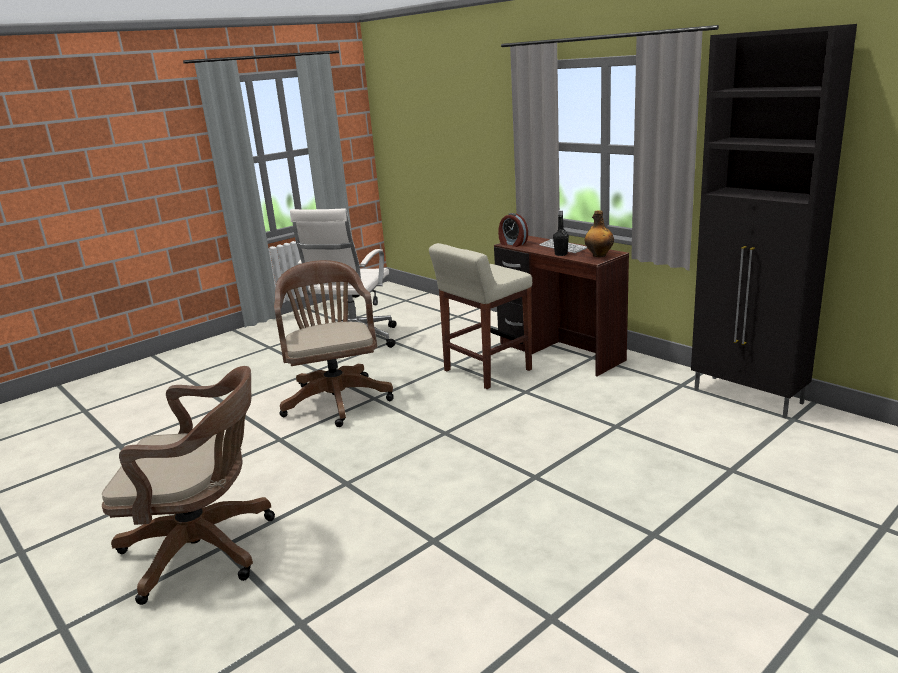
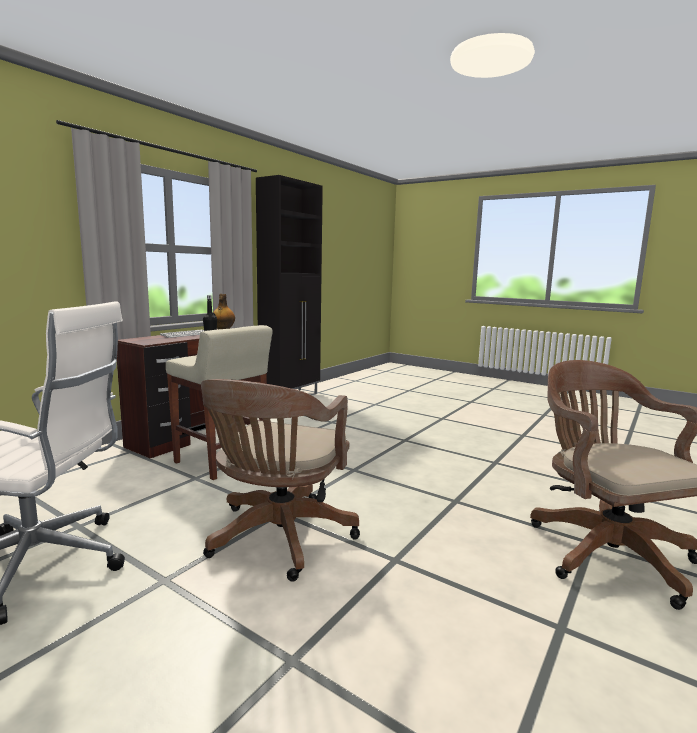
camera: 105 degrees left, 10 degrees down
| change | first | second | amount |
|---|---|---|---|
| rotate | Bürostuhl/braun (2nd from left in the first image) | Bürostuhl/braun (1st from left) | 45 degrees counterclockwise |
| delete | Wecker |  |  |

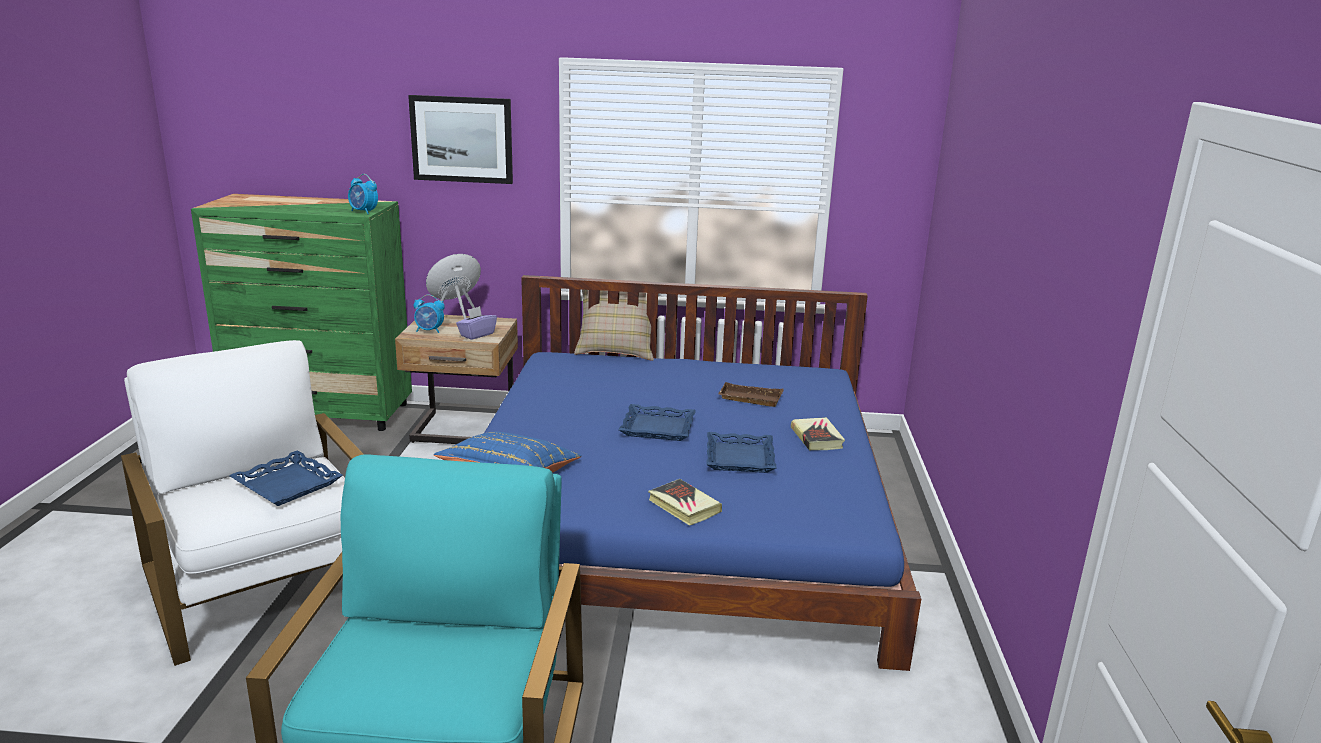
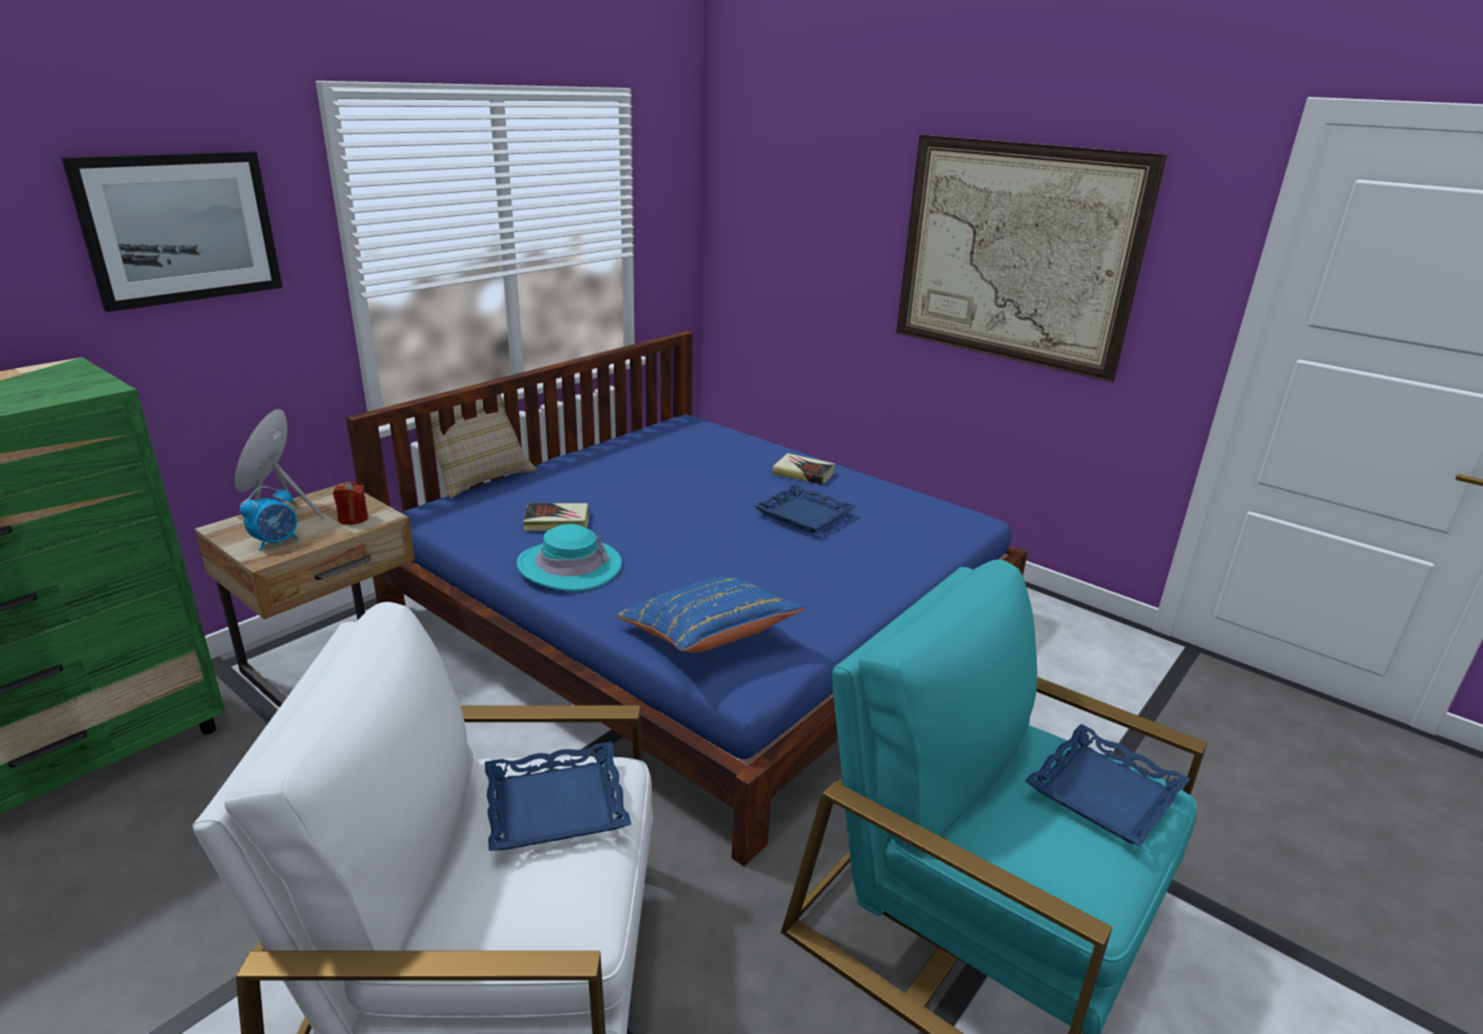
camera: 55 degrees left, 5 degrees up
| change | first | second | amount |
|---|---|---|---|
| delete | Wecker (1st from left) |  |  |
| replace | Taschentuchbox/lila | Kerze/rot |  |
| move | Tablett/blau (2nd from left in the first image) | Tablett/blau (3rd from left) |  |
| move | Buch (1st from left) |  |  |
| delete | Tablett/braun |  |  |
| insert |  | Hut/türkis |  |
| insert |  | Bild (2nd from left) |  |

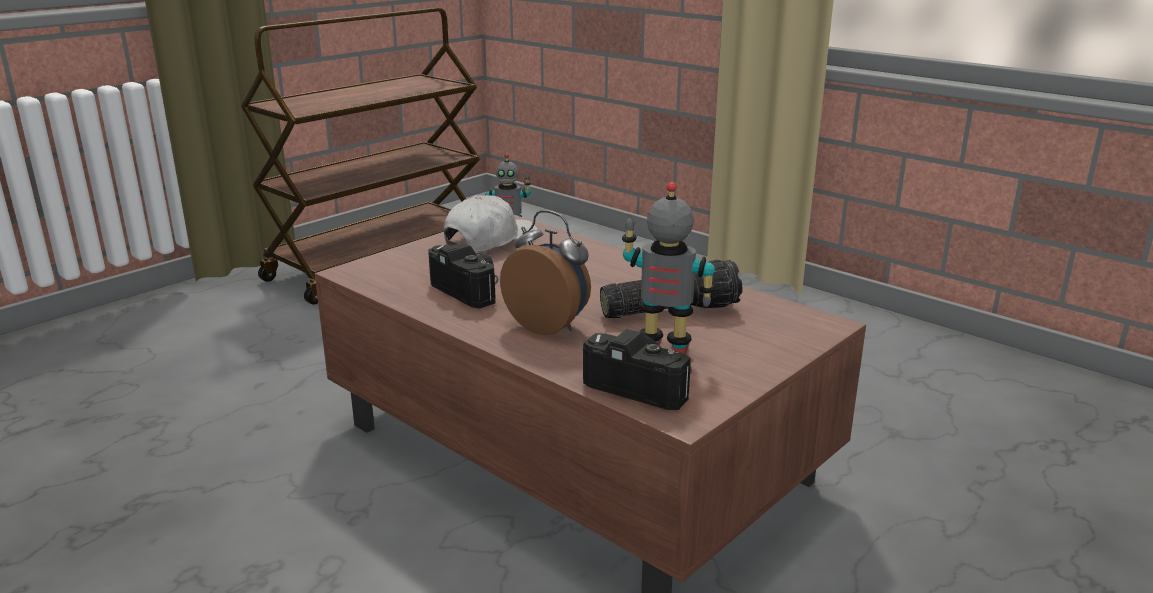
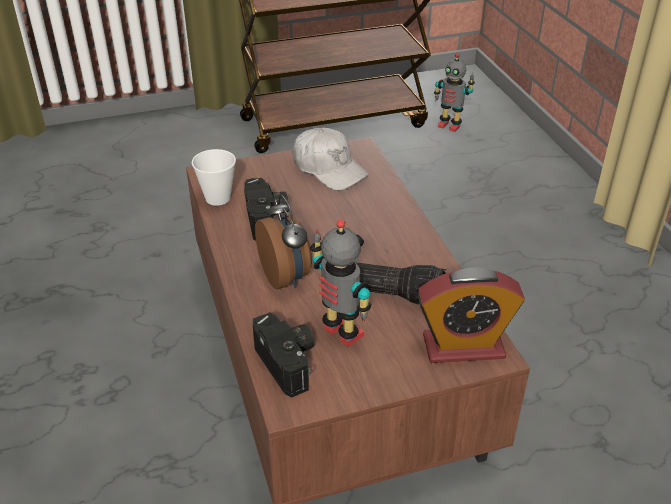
camera: 30 degrees right, 15 degrees up
| change | first | second | amount |
|---|---|---|---|
| rotate | Kappe/weiß |  | 60 degrees clockwise |
| insert |  | Tasse |  |
| insert |  | Wecker (2nd from left) |  |

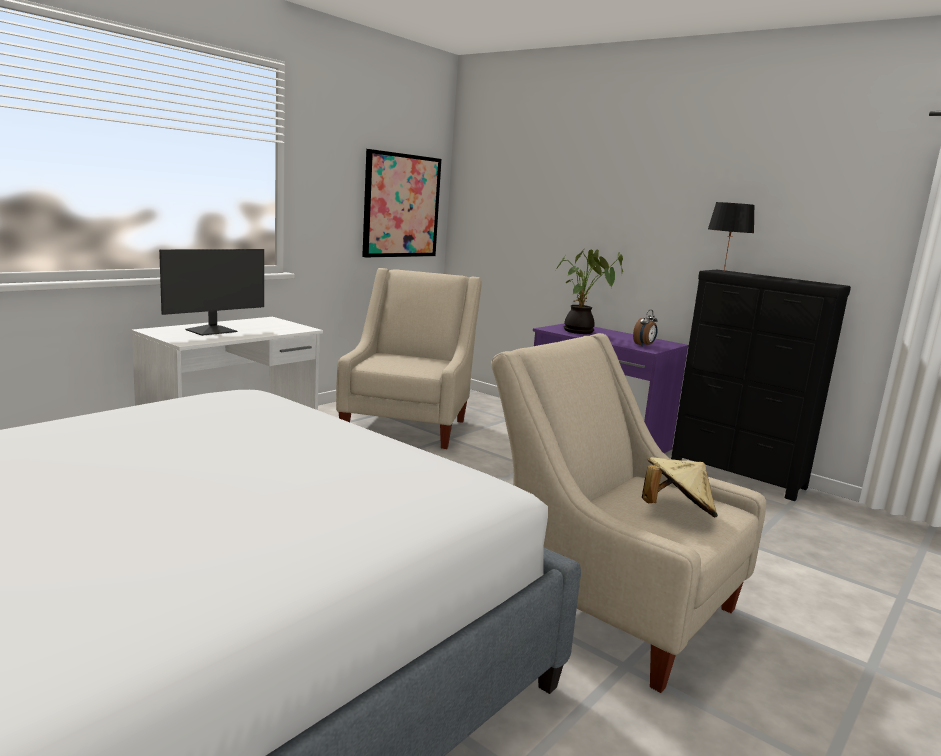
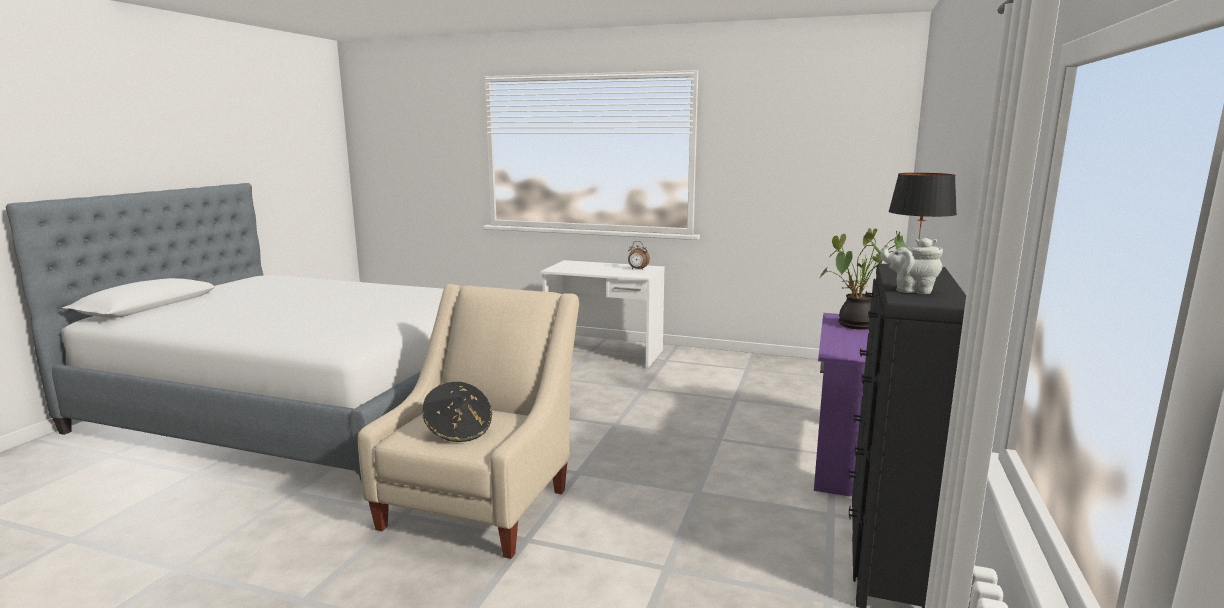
camera: 70 degrees right, 0 degrees up
| change | first | second | amount |
|---|---|---|---|
| delete | Monitor |  |  |
| delete | Sessel/beige (1st from left) |  |  |
| delete | Bild |  |  |
| move | Wecker |  |  |
| recolor | Hut/beige | Hut/schwarz |  |
| insert |  | Teekanne/grau |  |

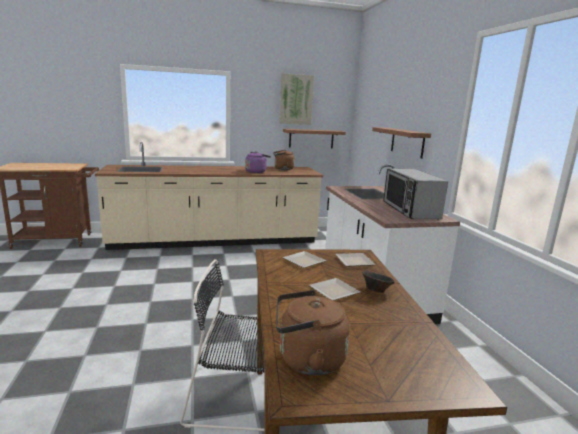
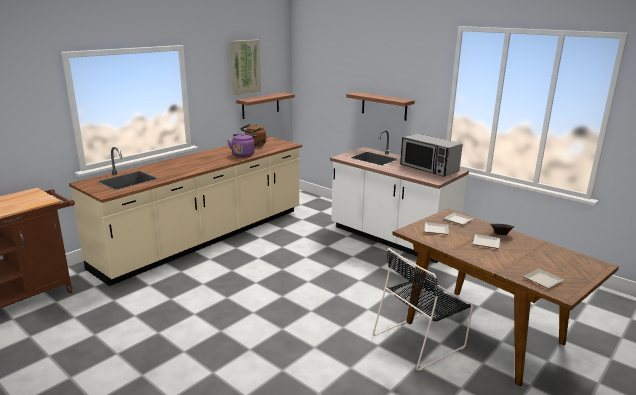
camera: 35 degrees left, 5 degrees up
| change | first | second | amount |
|---|---|---|---|
| replace | Wasserkessel/braun (2nd from left) | Teller (4th from left) |  |

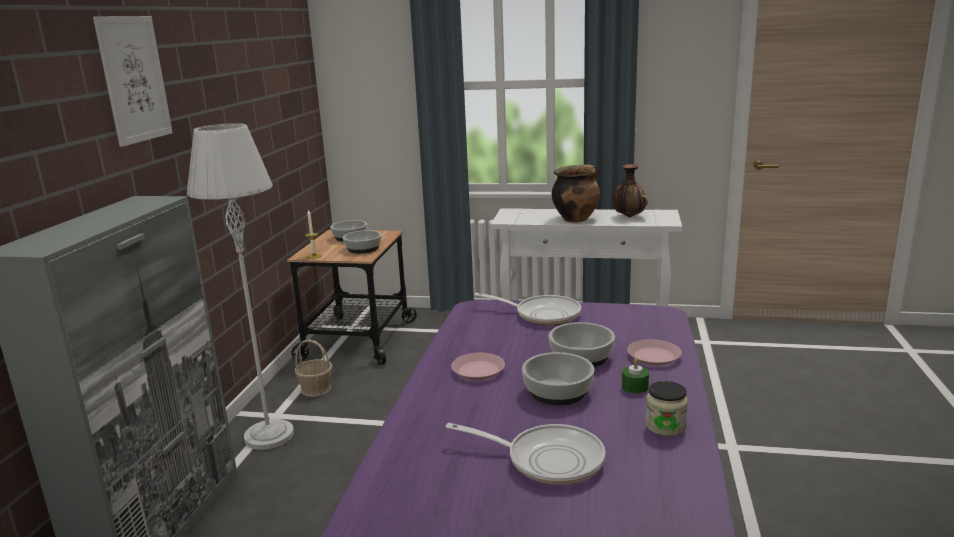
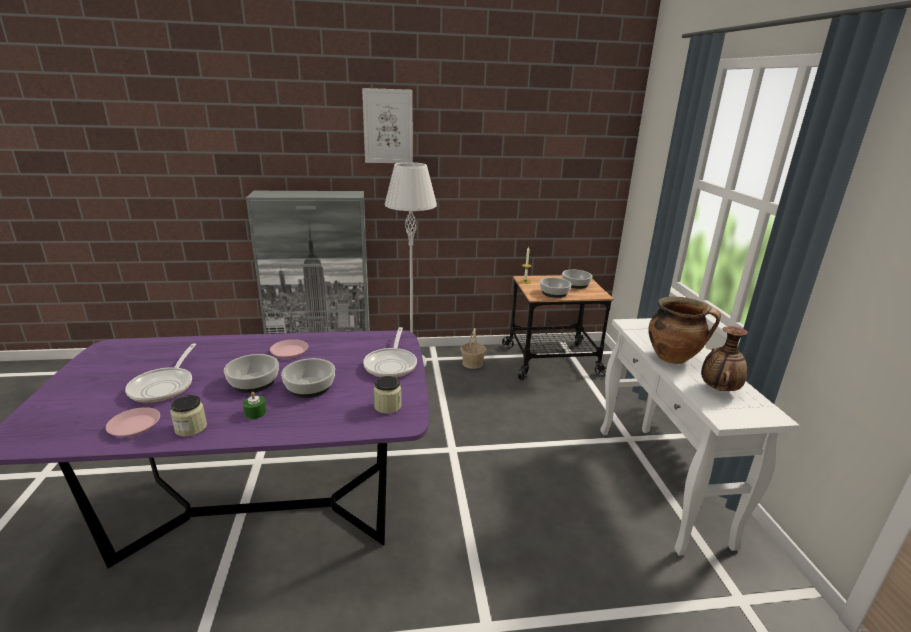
camera: 70 degrees right, 5 degrees up
| change | first | second | amount |
|---|---|---|---|
| move | Teller/rosa (2nd from left in the first image) | Teller/rosa (1st from left) |  |
| insert |  | Vorratsglas (2nd from left) |  |

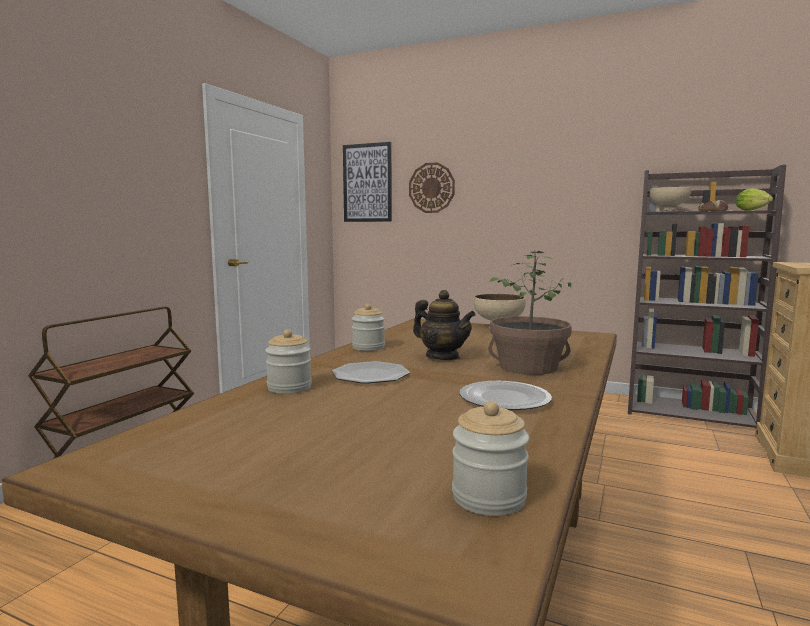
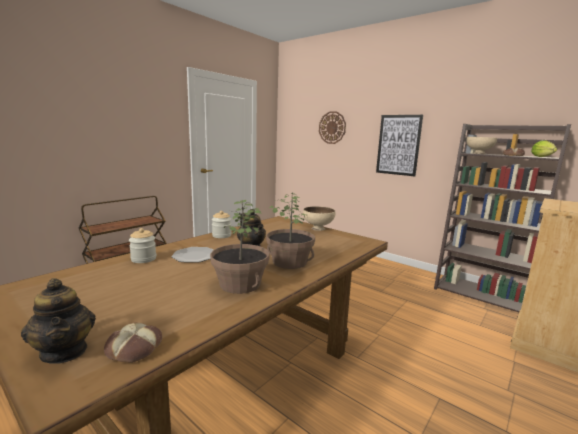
camera: 15 degrees right, 5 degrees up
| change | first | second | amount |
|---|---|---|---|
| move | Bild |  |  |
| replace | Vorratsglas (3rd from left) | Brot (1st from left) |  |
| replace | Teller (2nd from left) | Topfpflanze (1st from left) |  |
| insert |  | Teekanne (1st from left) |  |

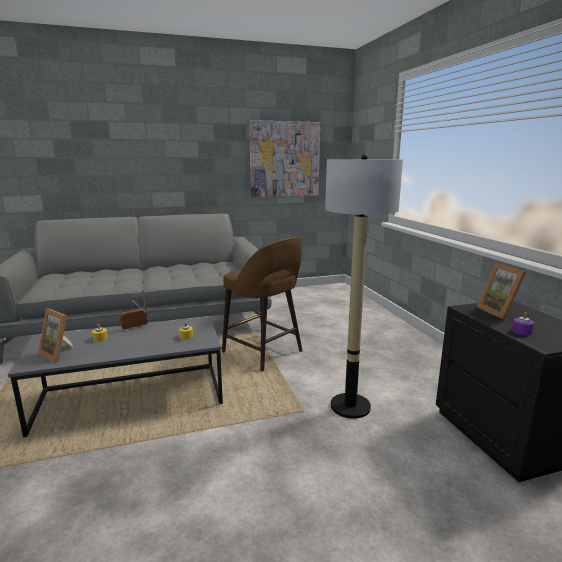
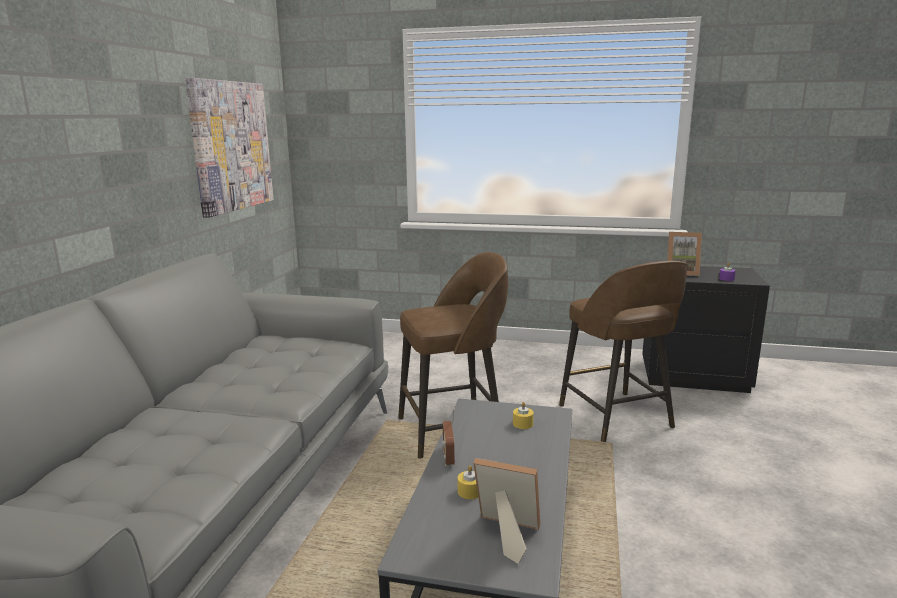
camera: 60 degrees left, 0 degrees up
| change | first | second | amount |
|---|---|---|---|
| rotate | Bilderrahmen (1st from left) |  | 135 degrees counterclockwise |
| replace | Stehlampe | Hocker/braun (2nd from left) |  |

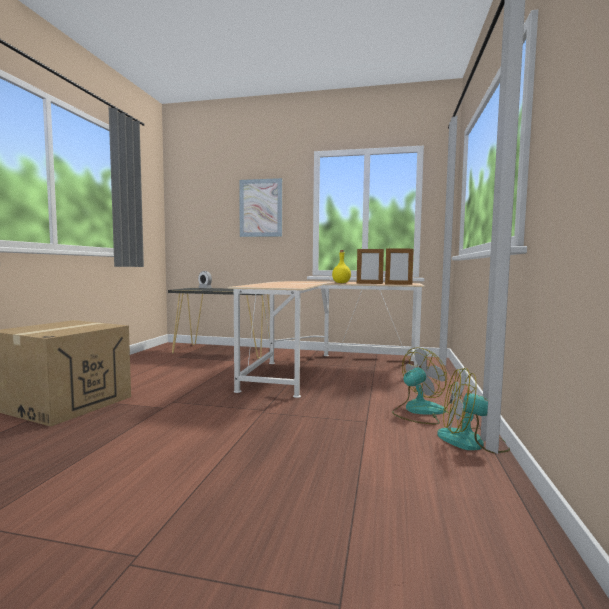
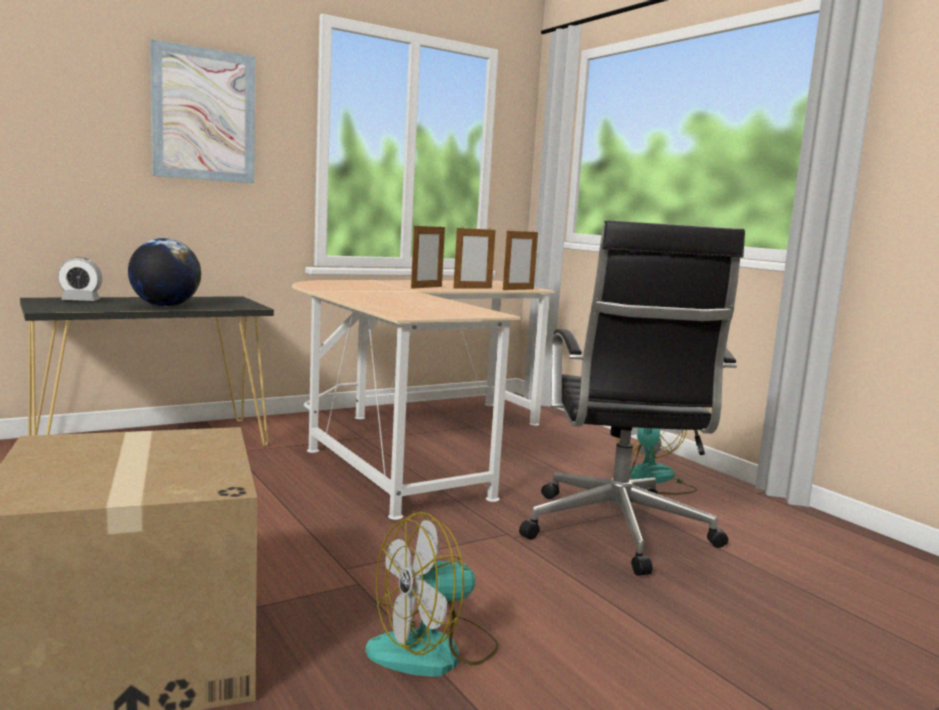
camera: 45 degrees left, 5 degrees up
| change | first | second | amount |
|---|---|---|---|
| replace | Flasche/gelb | Bilderrahmen (1st from left) |  |
| move | Ventilator (2nd from left in the first image) | Ventilator (1st from left) |  |
| insert |  | Globus |  |
| insert |  | Bürostuhl/schwarz |  |

